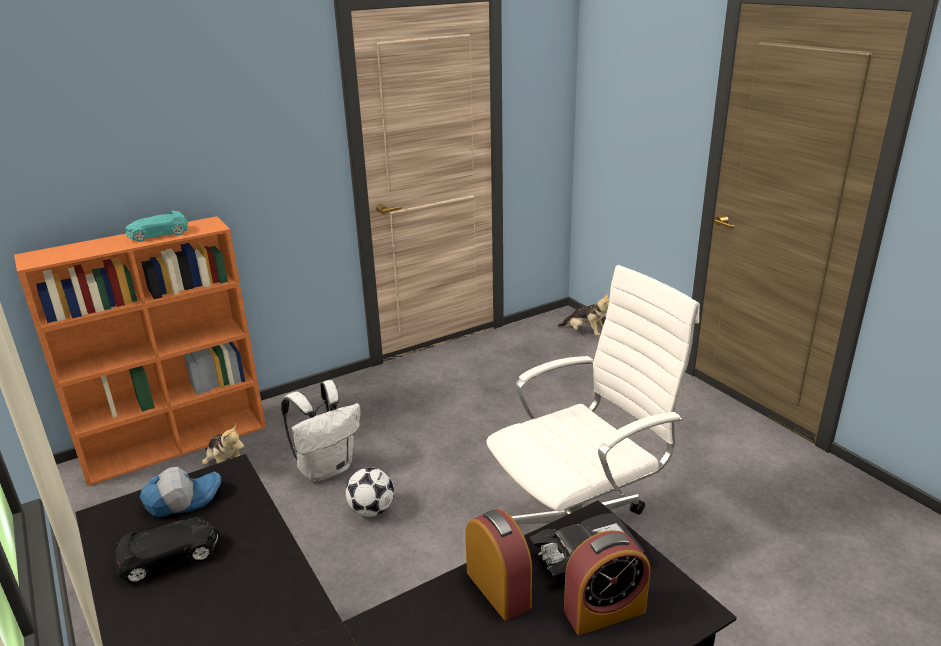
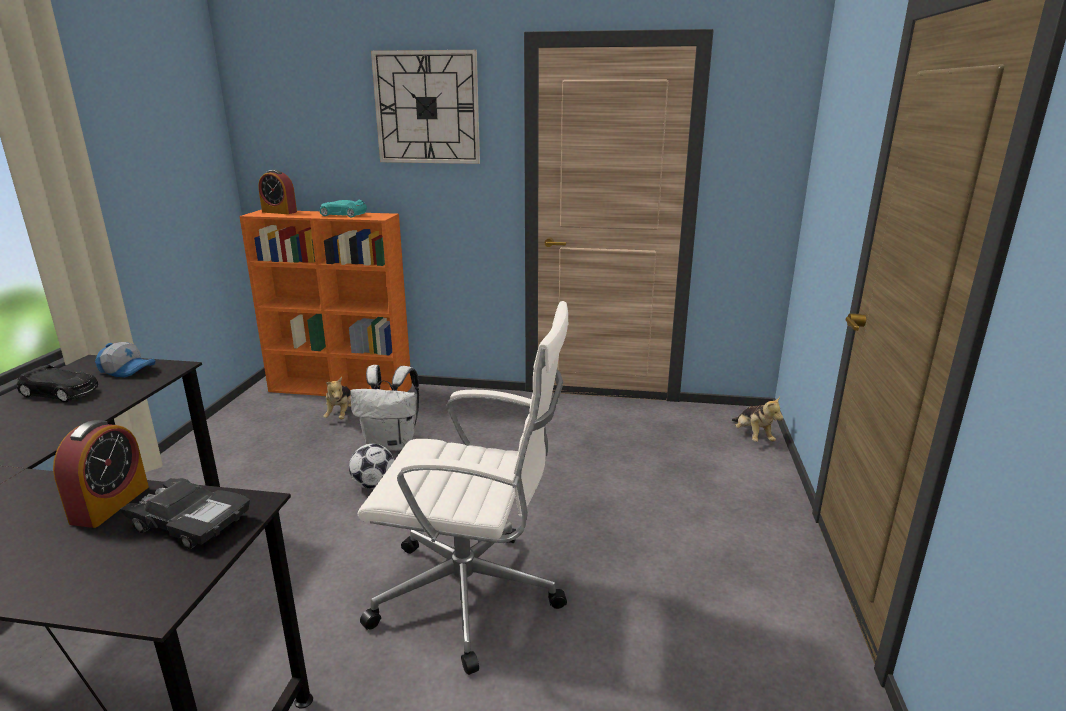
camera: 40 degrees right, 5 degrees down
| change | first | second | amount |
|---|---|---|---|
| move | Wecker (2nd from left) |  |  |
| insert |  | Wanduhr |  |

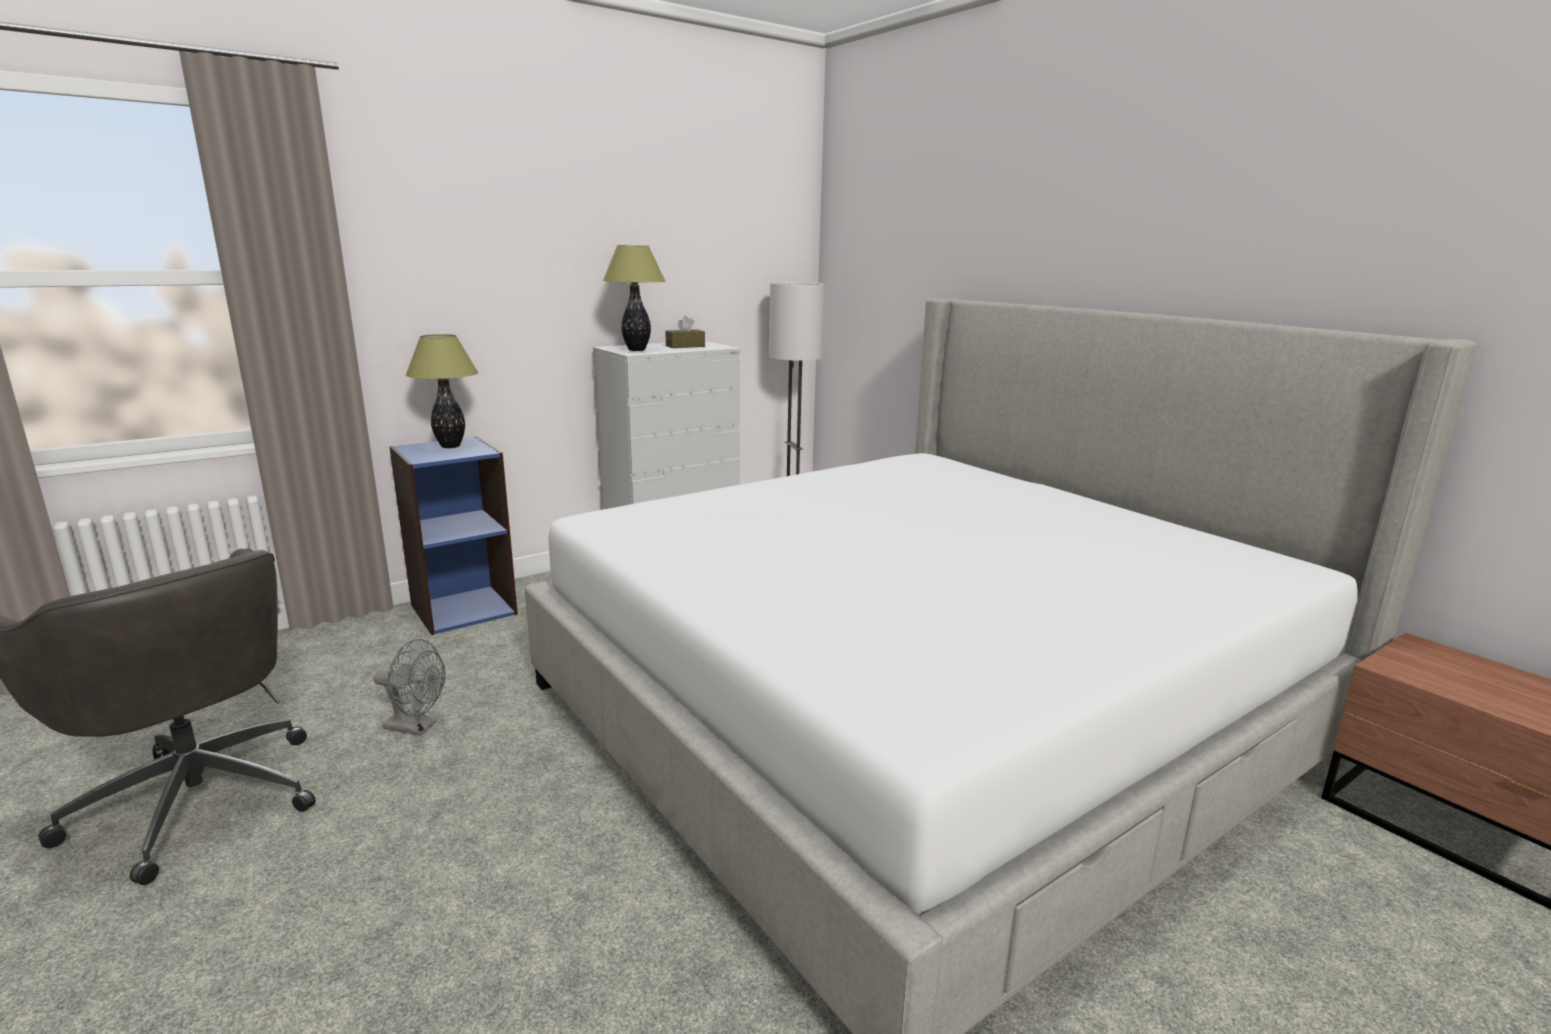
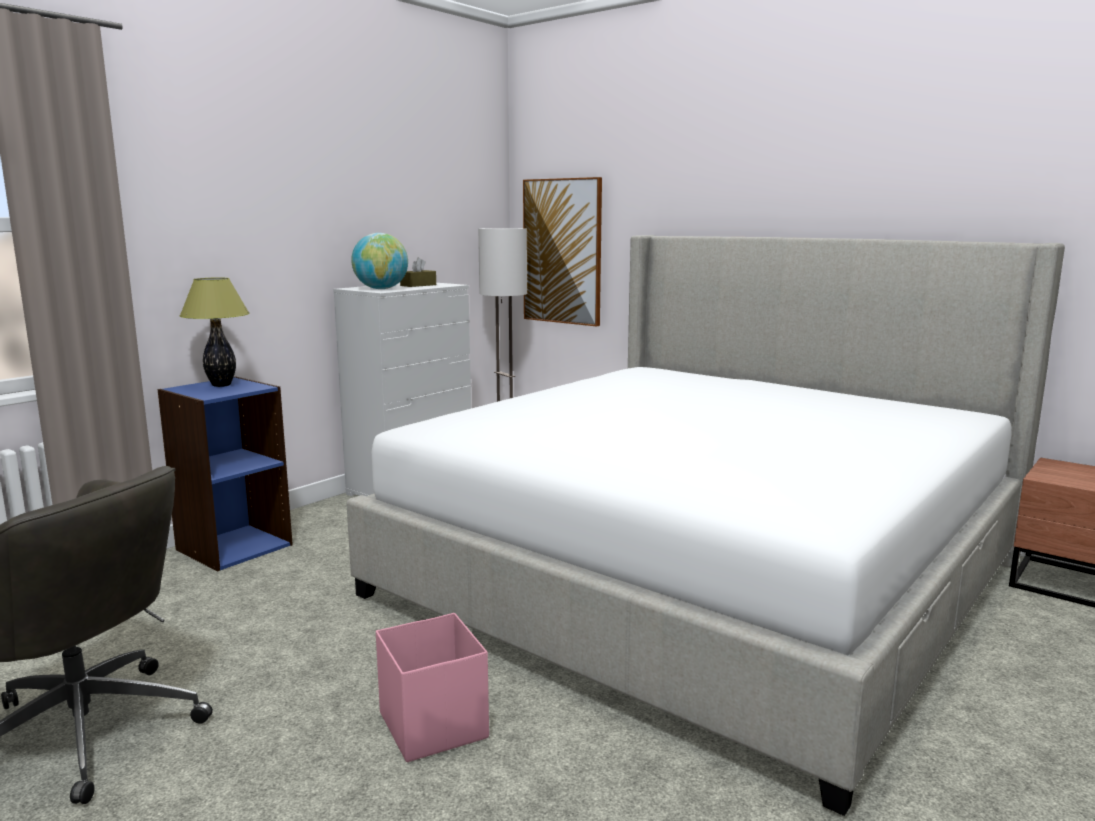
camera: 15 degrees left, 5 degrees down
| change | first | second | amount |
|---|---|---|---|
| delete | Ventilator/grau |  |  |
| replace | Tischlampe (2nd from left) | Globus |  |
| insert |  | Aufbewahrungsbox/rosa |  |
| insert |  | Bild |  |

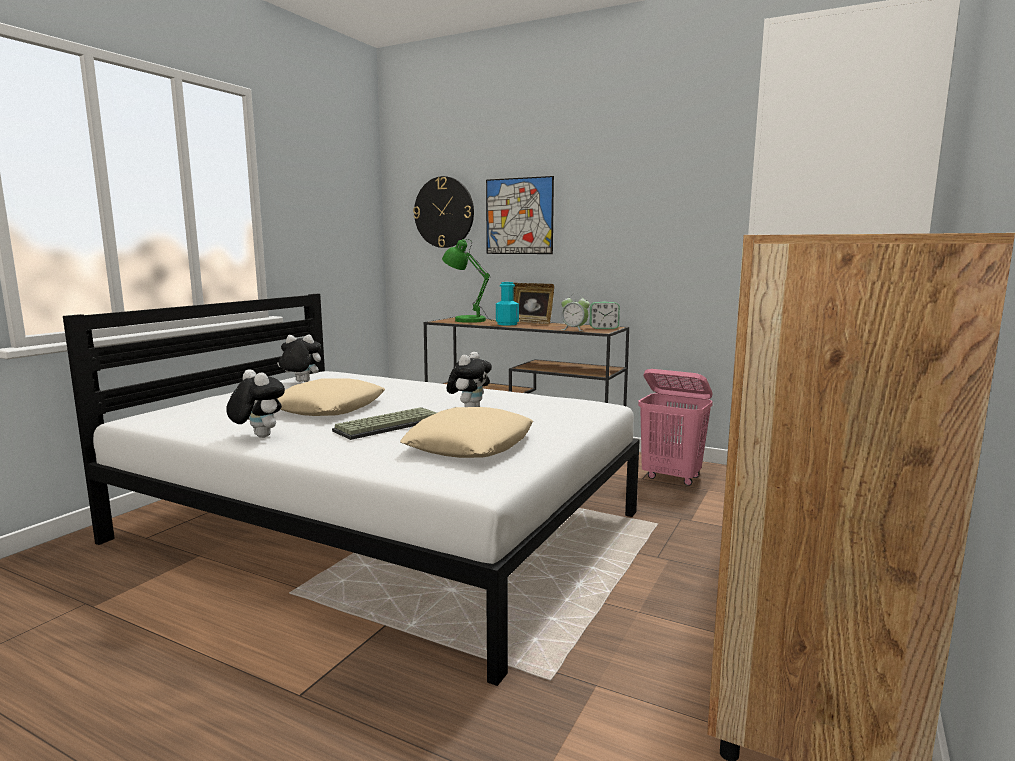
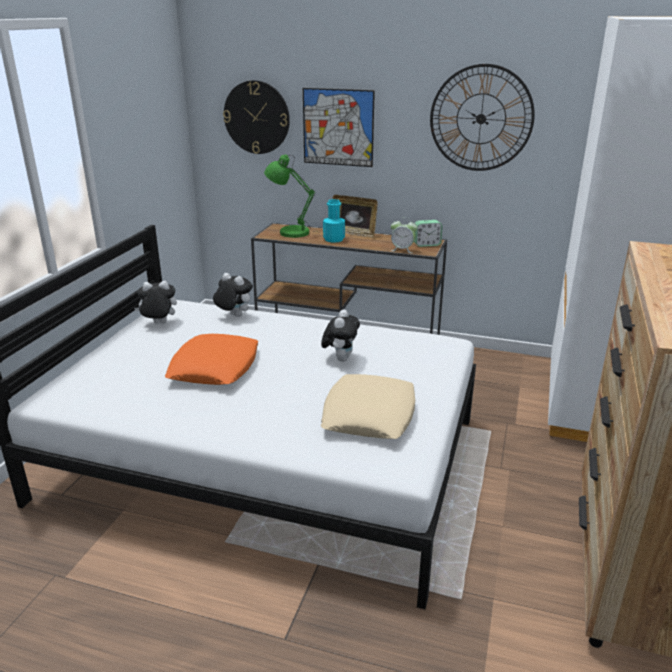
camera: 10 degrees left, 15 degrees up
| change | first | second | amount |
|---|---|---|---|
| move | Plüschtier (1st from left in the first image) | Plüschtier (2nd from left) |  |
| recolor | Kissen/beige (1st from left) | Kissen/orange |  |
| delete | Tastatur |  |  |
| delete | Wäschekorb/rosa |  |  |
| insert |  | Wanduhr (2nd from left) |  |

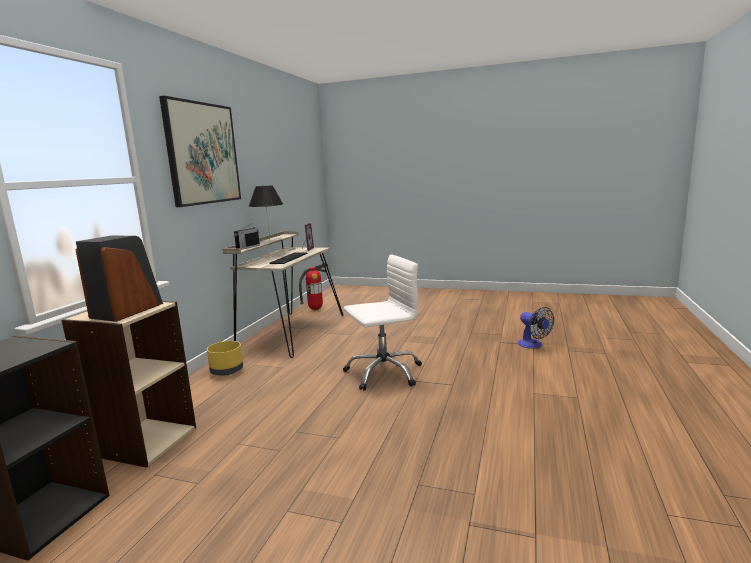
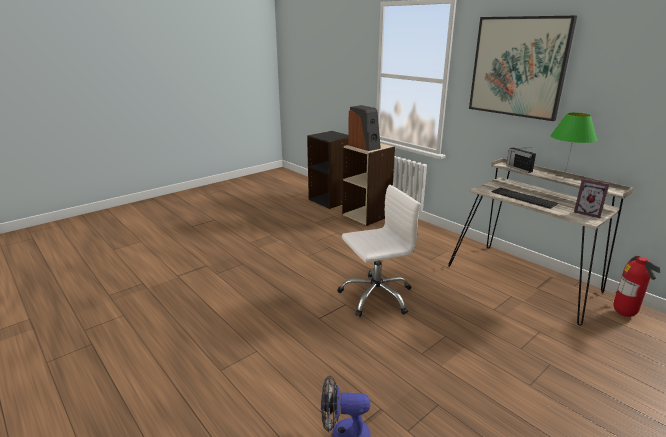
camera: 120 degrees right, 10 degrees up
| change | first | second | amount |
|---|---|---|---|
| delete | Pflanzkübel/gelb |  |  |
| recolor | Tischlampe/schwarz | Tischlampe/grün |  |
| rotate | Bürostuhl/weiß |  | 120 degrees counterclockwise |

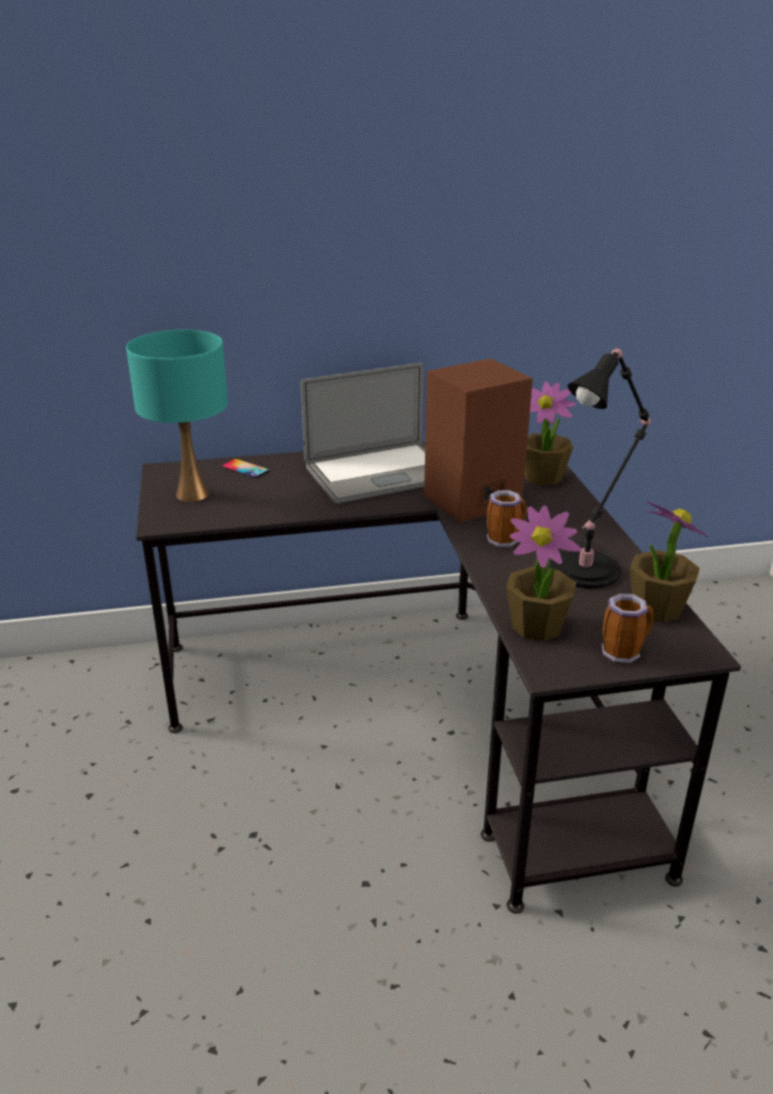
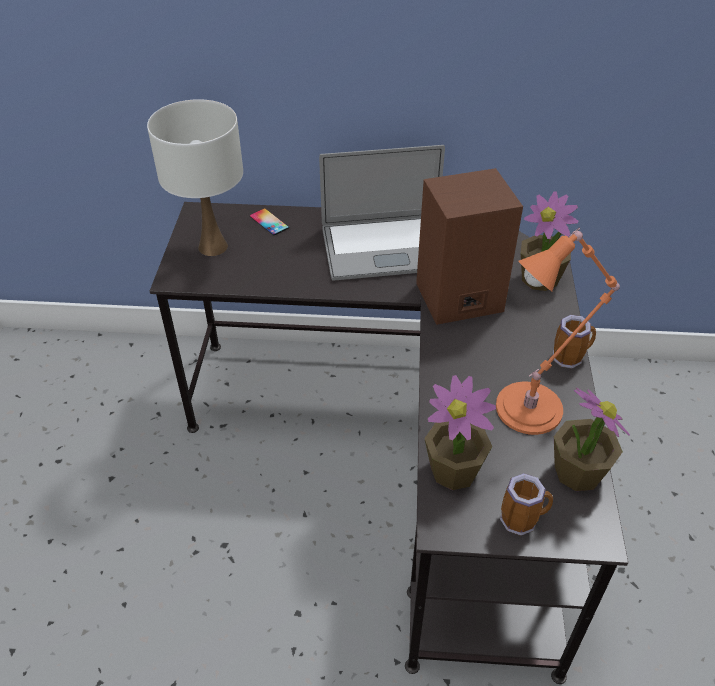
camera: 15 degrees right, 15 degrees up
| change | first | second | amount |
|---|---|---|---|
| recolor | Tischlampe/türkis | Tischlampe/weiß |  |
| move | Henkelbecher (1st from left in the first image) | Henkelbecher (2nd from left) |  |
| recolor | Tischlampe/schwarz | Tischlampe/orange |  |

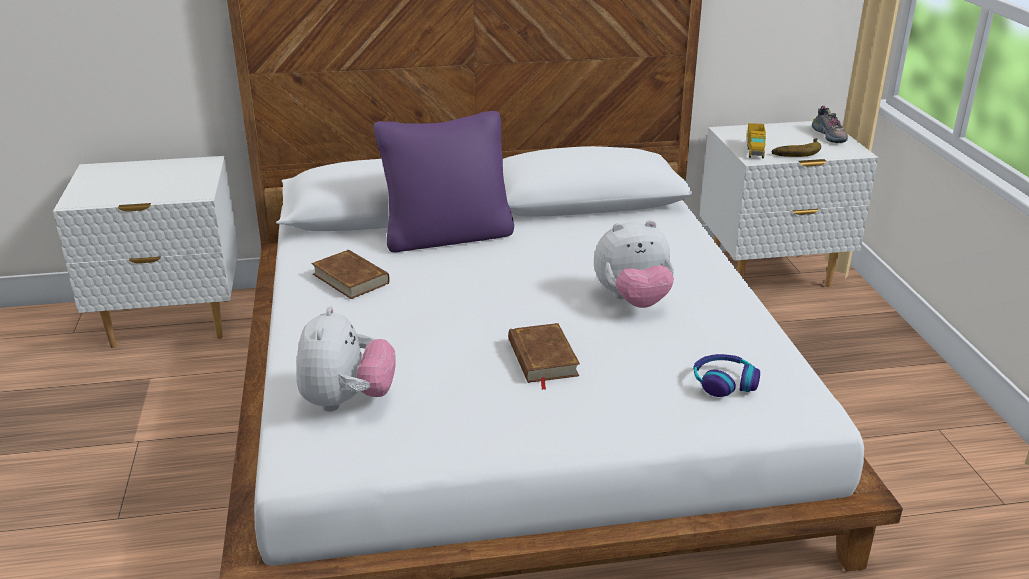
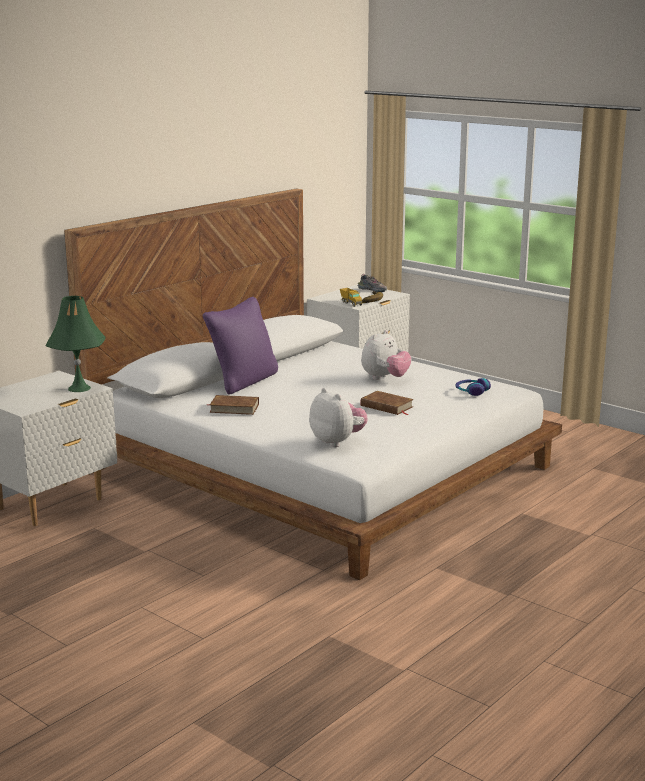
camera: 40 degrees left, 10 degrees down
| change | first | second | amount |
|---|---|---|---|
| insert |  | Tischlampe/grün |  |

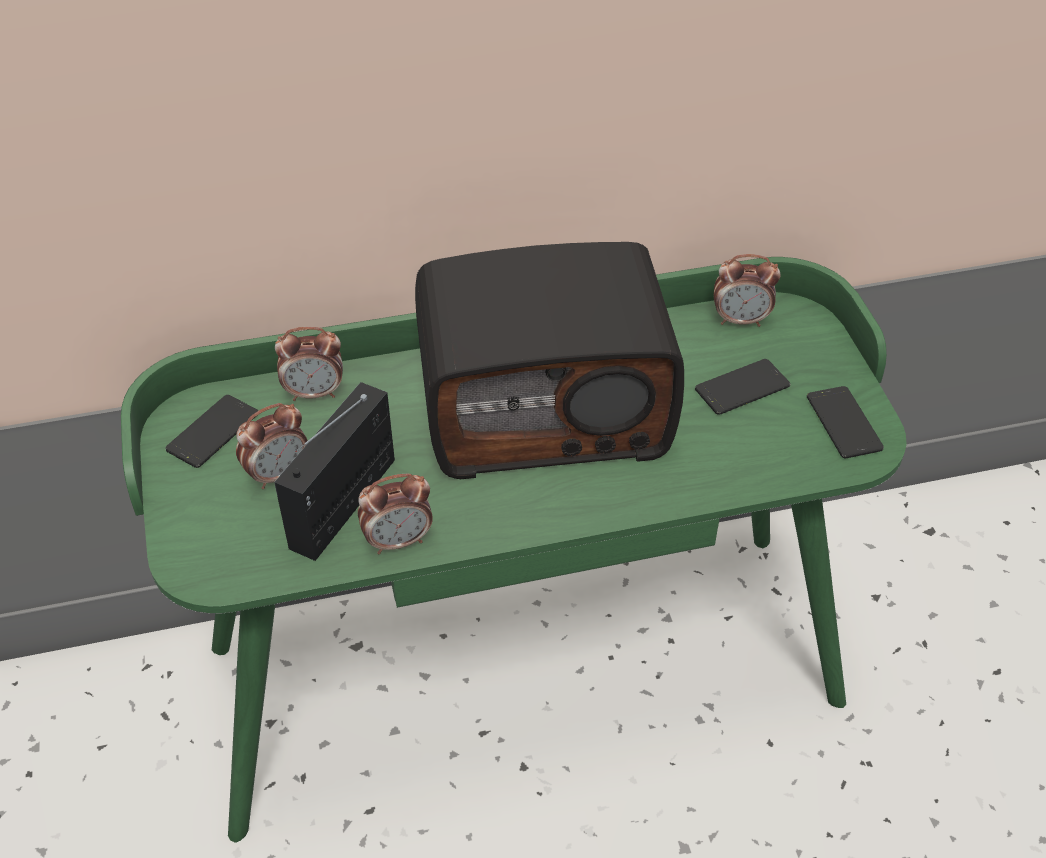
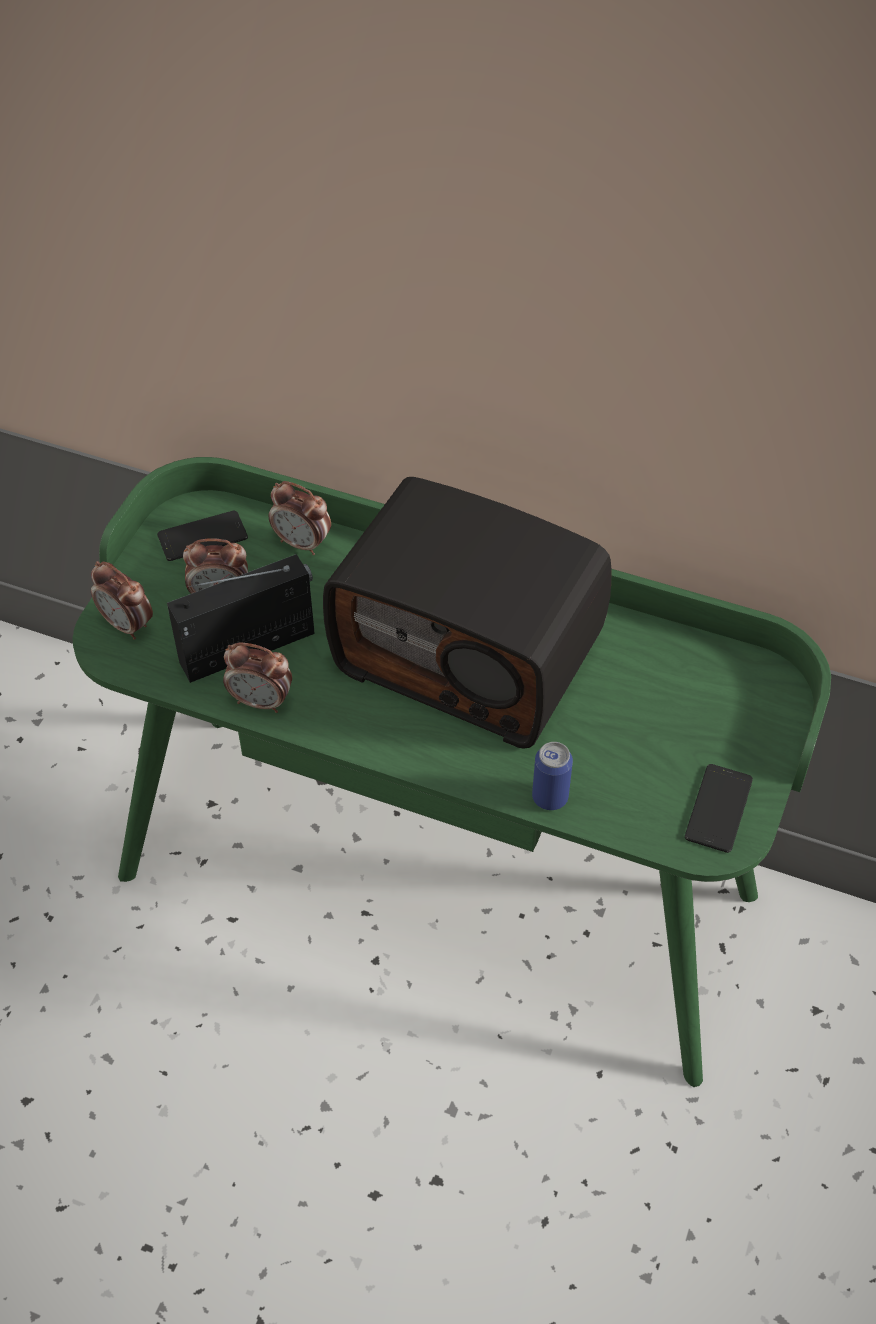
camera: 35 degrees right, 5 degrees up
| change | first | second | amount |
|---|---|---|---|
| delete | Handy (2nd from left) |  |  |
| move | Wecker (4th from left in the first image) | Wecker (1st from left) |  |
| insert |  | Dose |  |

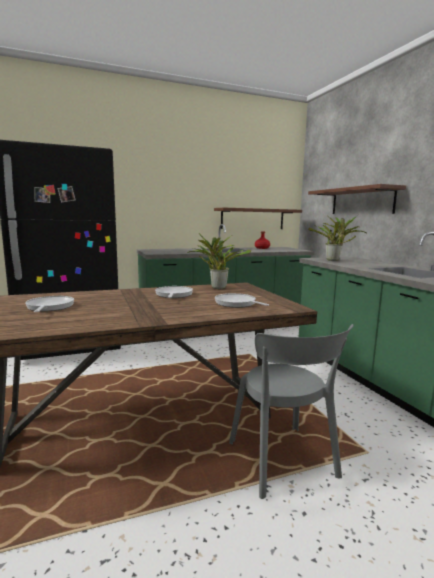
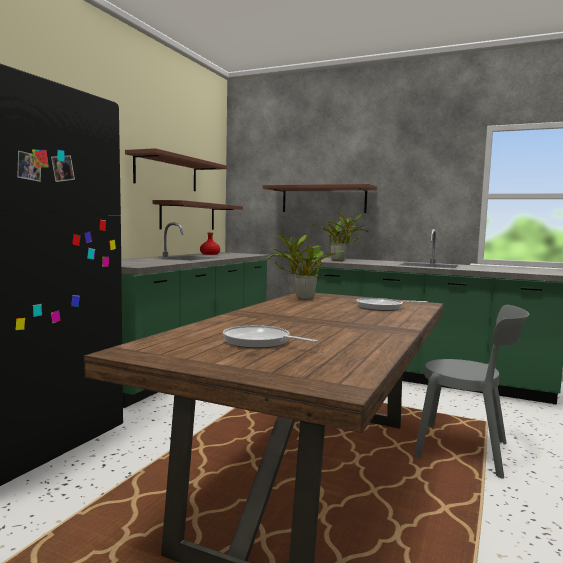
camera: 45 degrees left, 5 degrees down
| change | first | second | amount |
|---|---|---|---|
| delete | Pfanne (2nd from left) |  |  |
| insert |  | Wandregal/braun (1st from left) |  |

